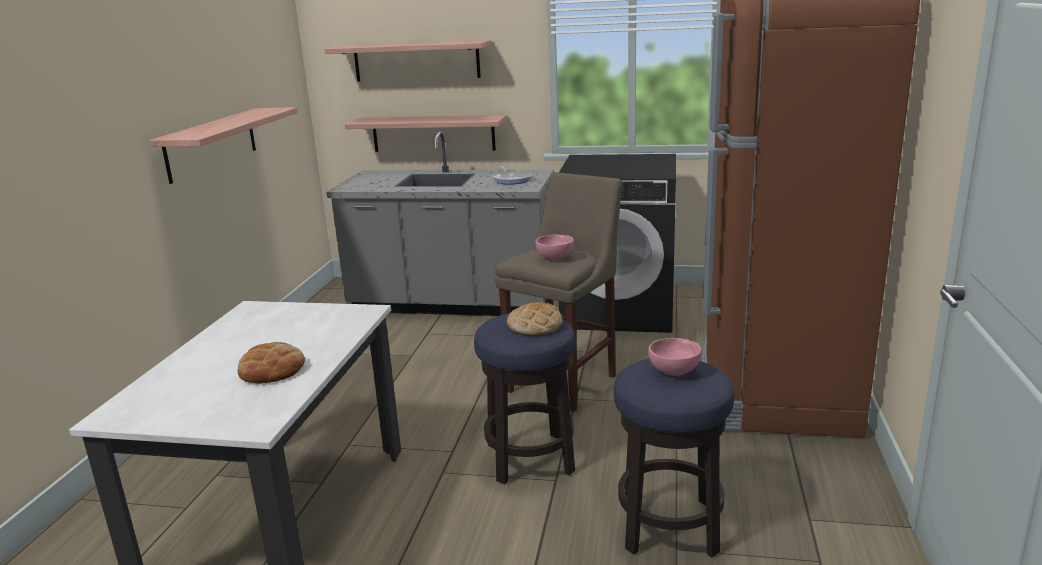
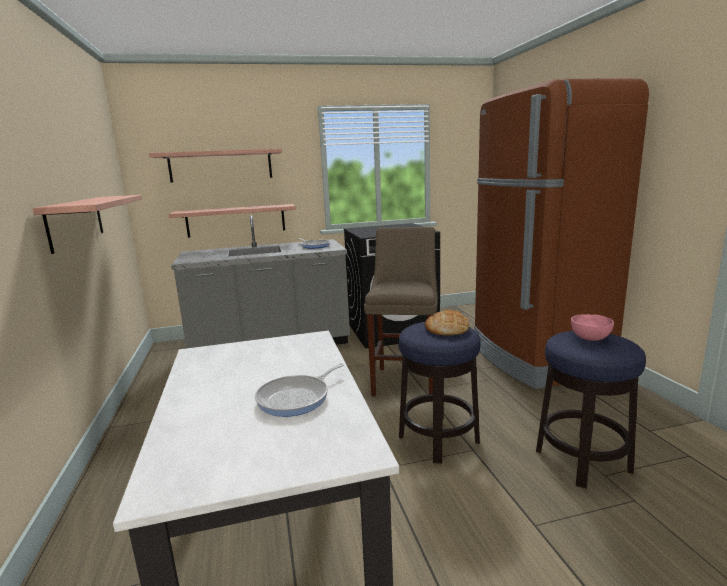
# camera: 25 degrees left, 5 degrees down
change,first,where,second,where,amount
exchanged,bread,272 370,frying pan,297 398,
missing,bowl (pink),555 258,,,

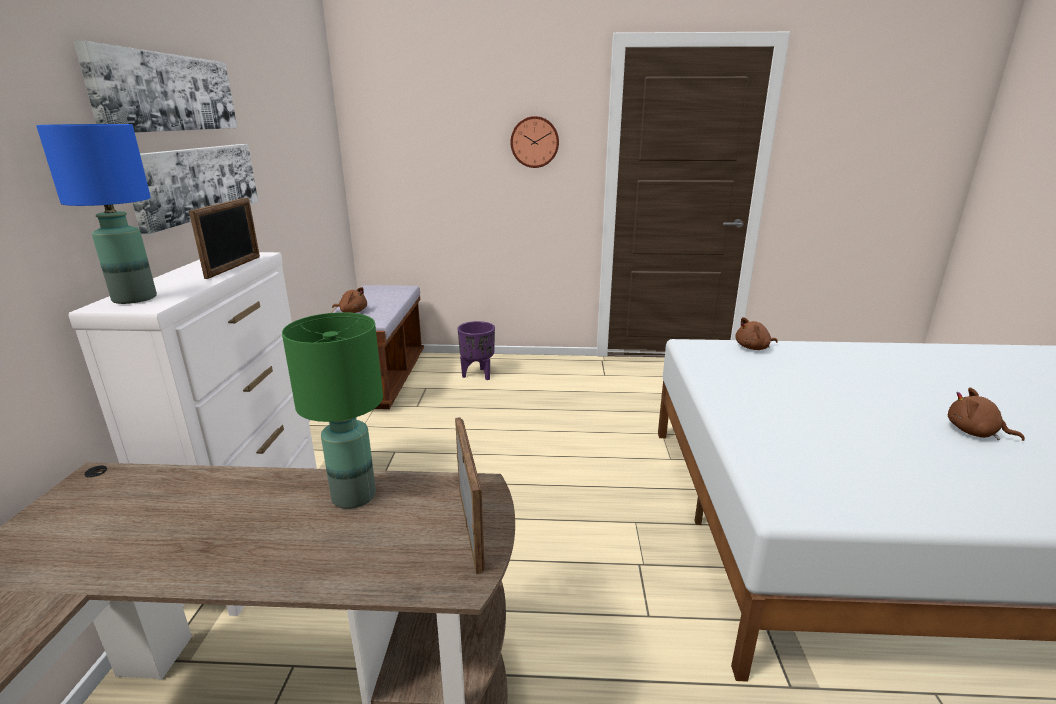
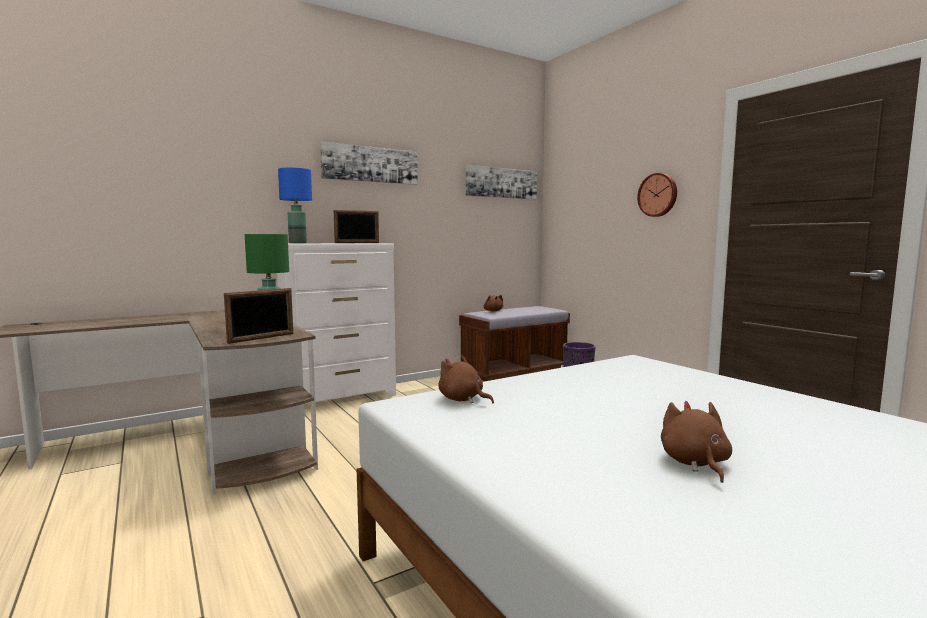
# camera: 55 degrees right, 15 degrees down
change,first,where,second,where,amount
relocated,plush toy (brown),753 348,,463 399,
relocated,picture,196 182,,501 183,

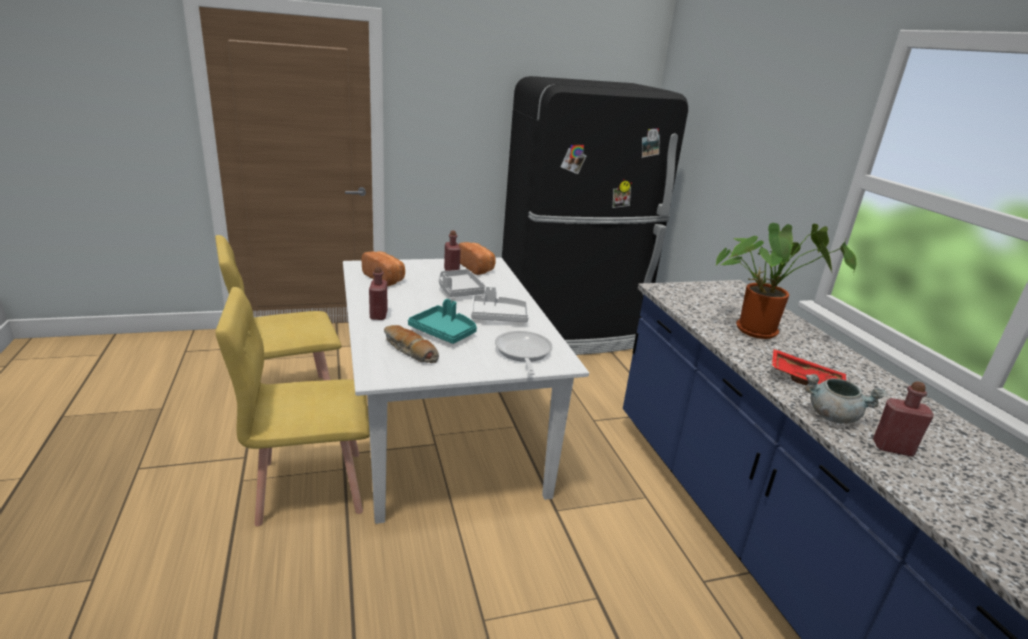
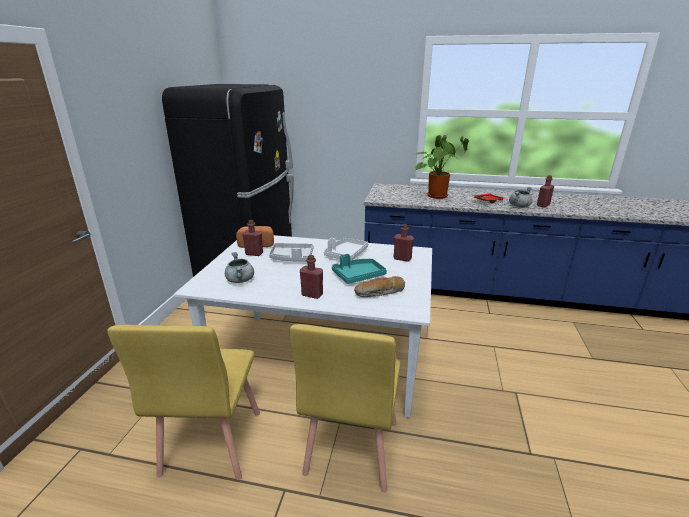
# camera: 60 degrees left, 0 degrees up
change,first,where,second,where,amount
exchanged,bread,385 278,cooking pot (grey),240 280,
exchanged,frying pan,523 353,bottle (red),402 258,

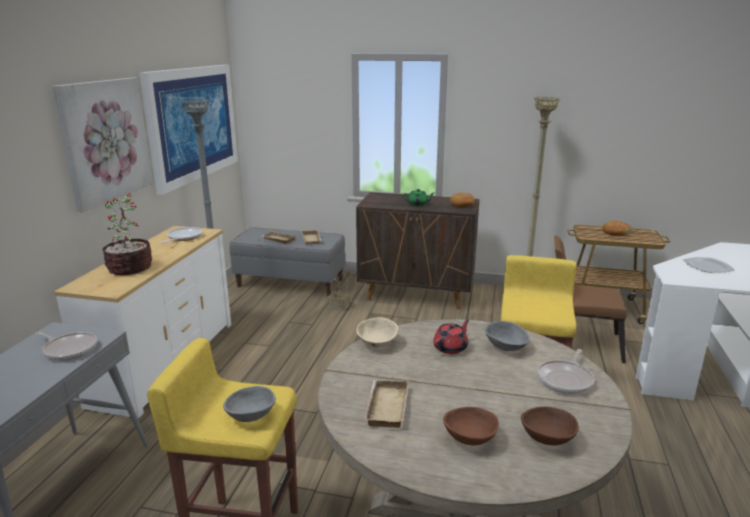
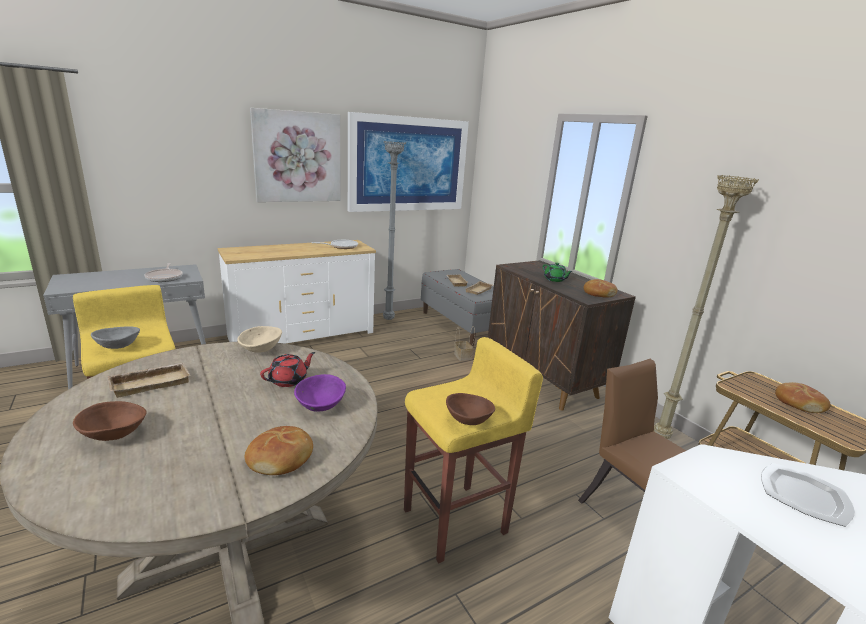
# camera: 45 degrees right, 0 degrees up
change,first,where,second,where,amount
exchanged,frying pan,565 379,bread,281 458,
spun,teapot (red),451 347,,289 380,45 degrees counterclockwise
colour,bowl (grey),506 347,bowl (purple),320 406,
relocated,bowl (brown),546 439,,468 421,
missing,potted plant,130 268,,,

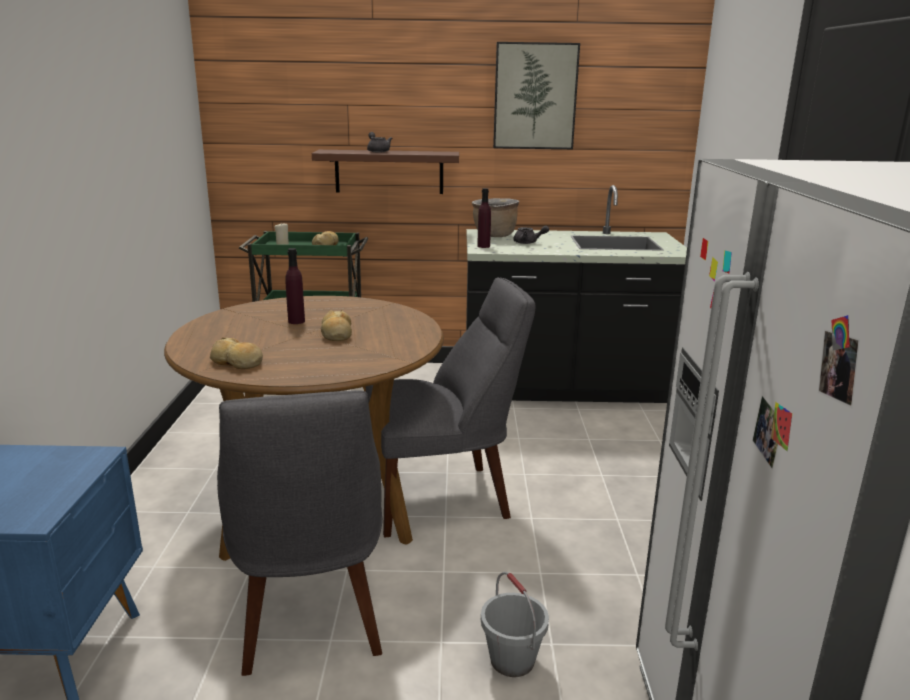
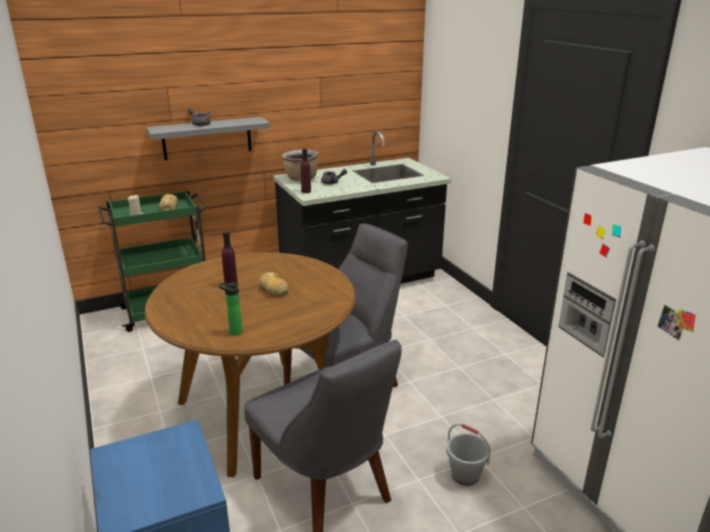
# camera: 25 degrees left, 5 degrees up
change,first,where,second,where,amount
colour,shelf (brown),389 172,shelf (grey),207 138,
exchanged,bread,237 362,bottle,233 332,
missing,picture,535 96,,,

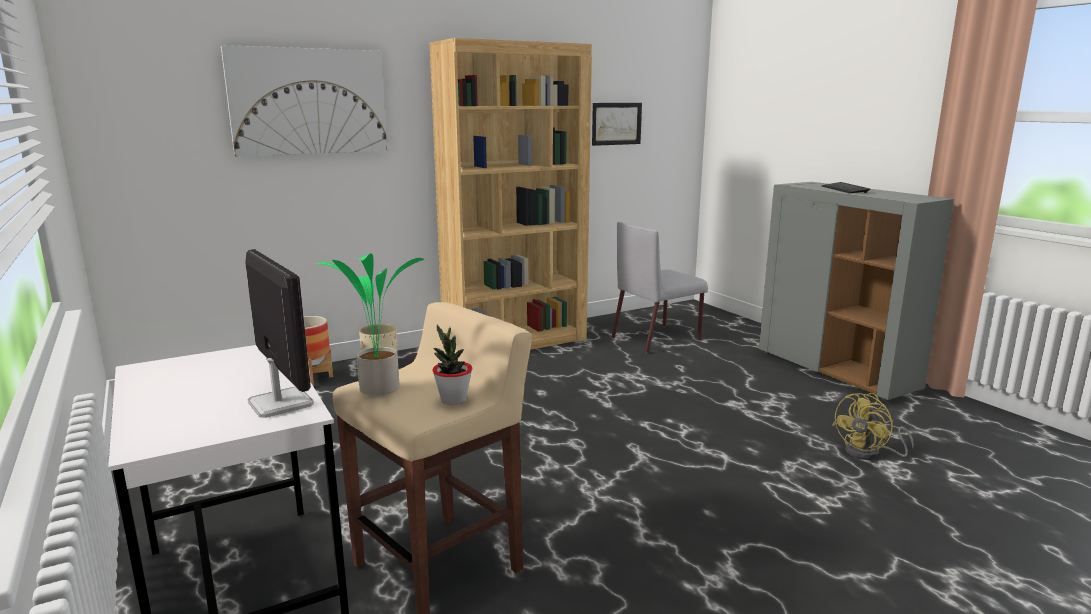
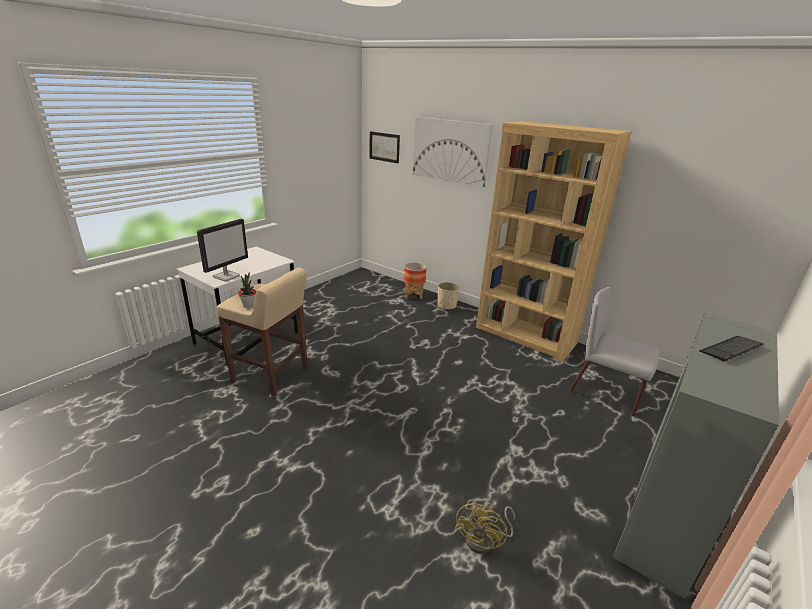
# camera: 65 degrees right, 10 degrees up
change,first,where,second,where,amount
relocated,picture,616 123,,384 147,
spun,fan (yellow),869 453,,485 540,90 degrees counterclockwise
missing,potted plant,376 390,,,

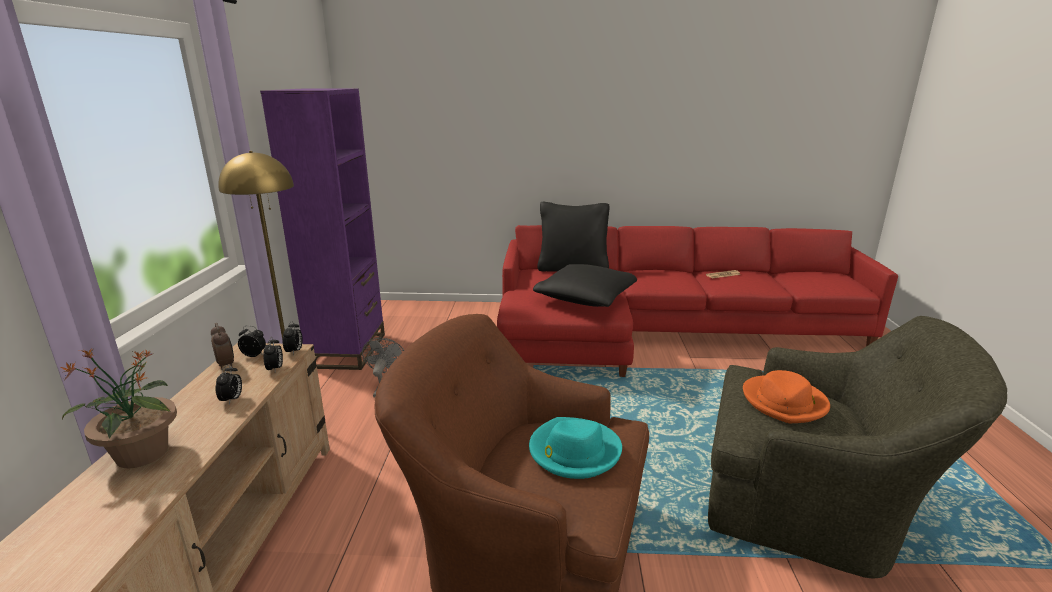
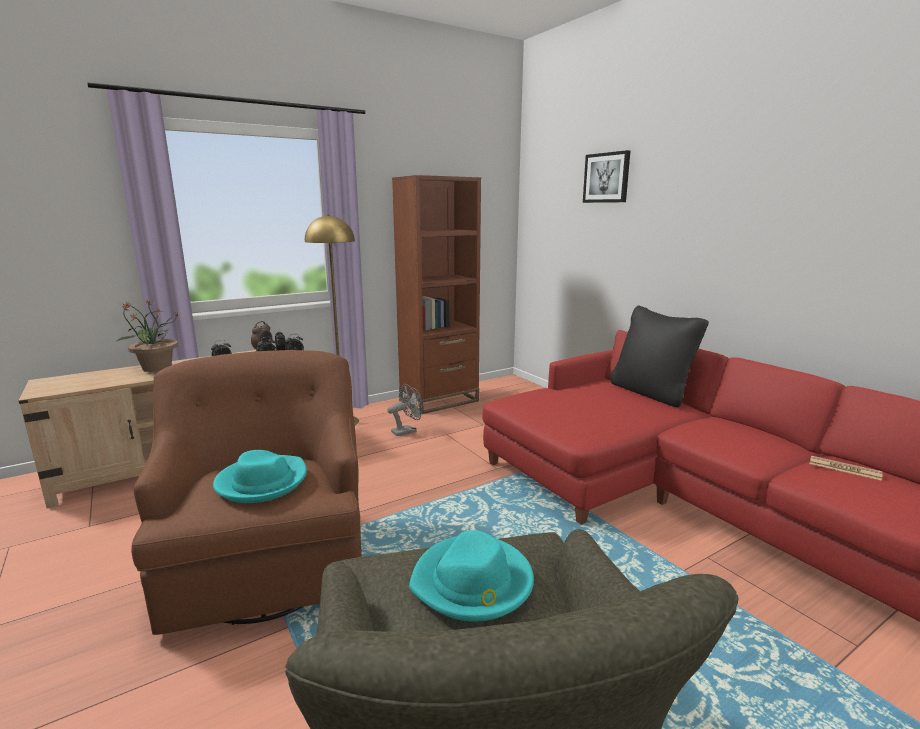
# camera: 55 degrees right, 5 degrees down
change,first,where,second,where,amount
colour,bookcase (purple),348 350,bookcase (brown),439 400,
colour,hat (orange),784 402,hat (turquoise),473 582,
appeared,,,picture,606 178,
missing,pillow (black),586 298,,,

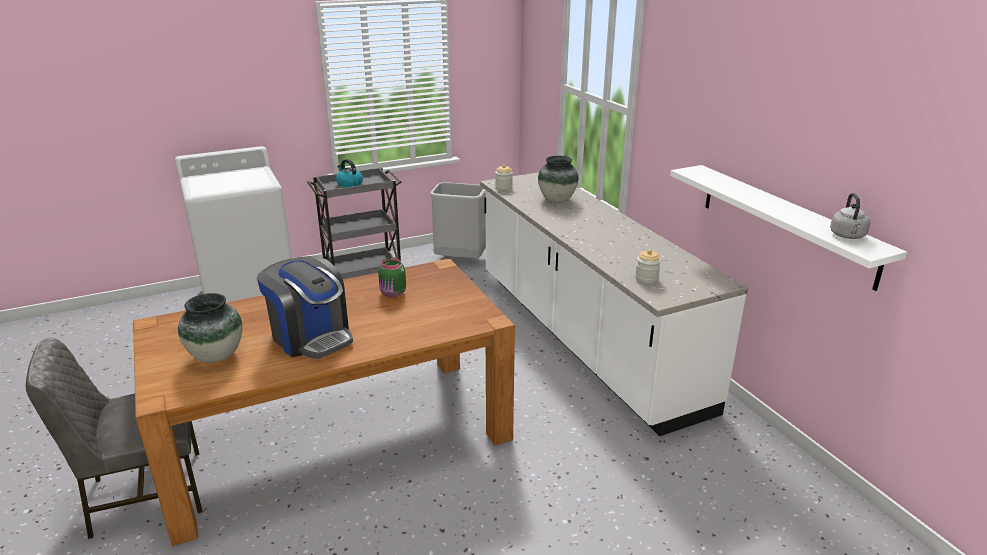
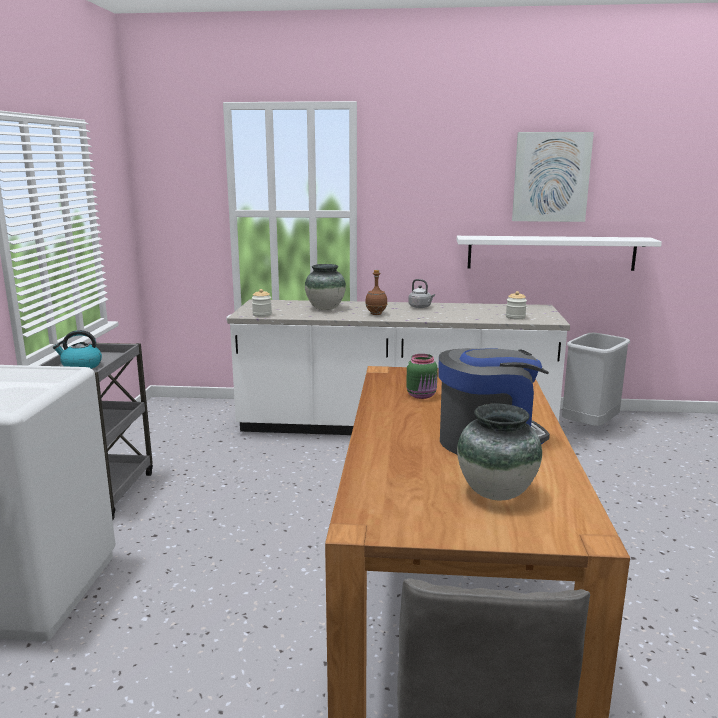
# camera: 60 degrees left, 10 degrees down
change,first,where,second,where,amount
appeared,,,bottle (brown),376 314,
relocated,kettle (grey),848 236,,421 307,
appeared,,,picture,551 177,
relocated,trash can (grey),460 259,,588 426,

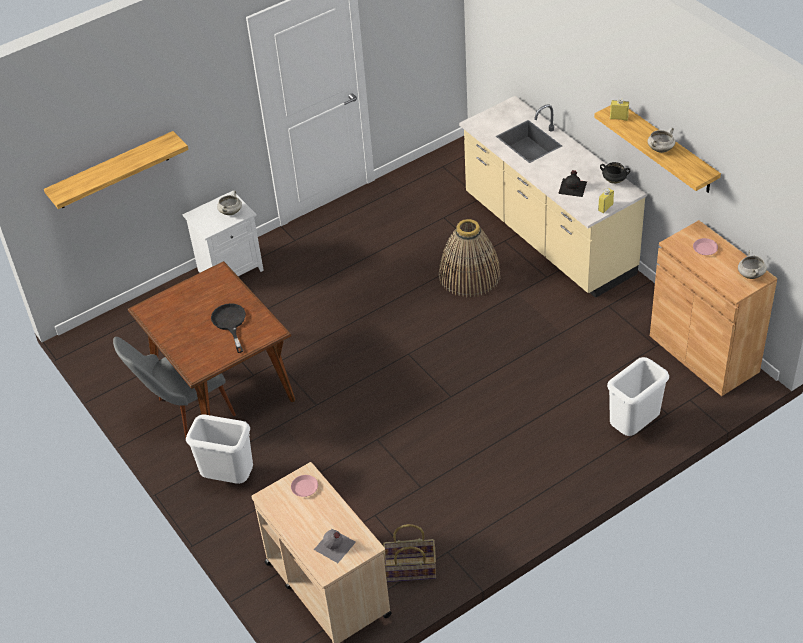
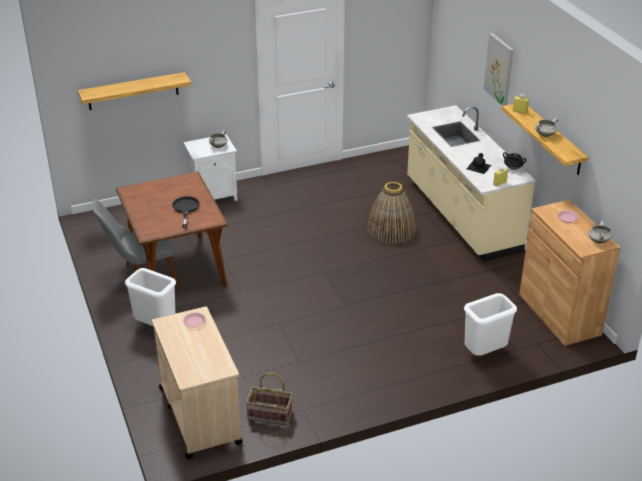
# camera: 10 degrees right, 10 degrees down
change,first,where,second,where,amount
appeared,,,picture,499 69,
missing,bottle (grey),335 546,,,

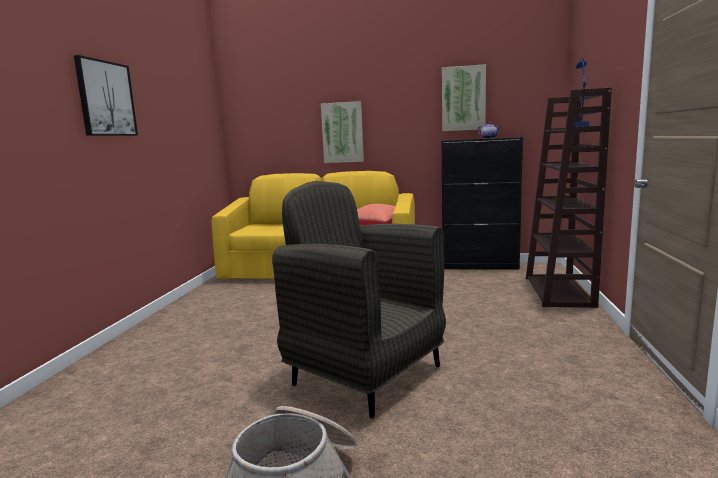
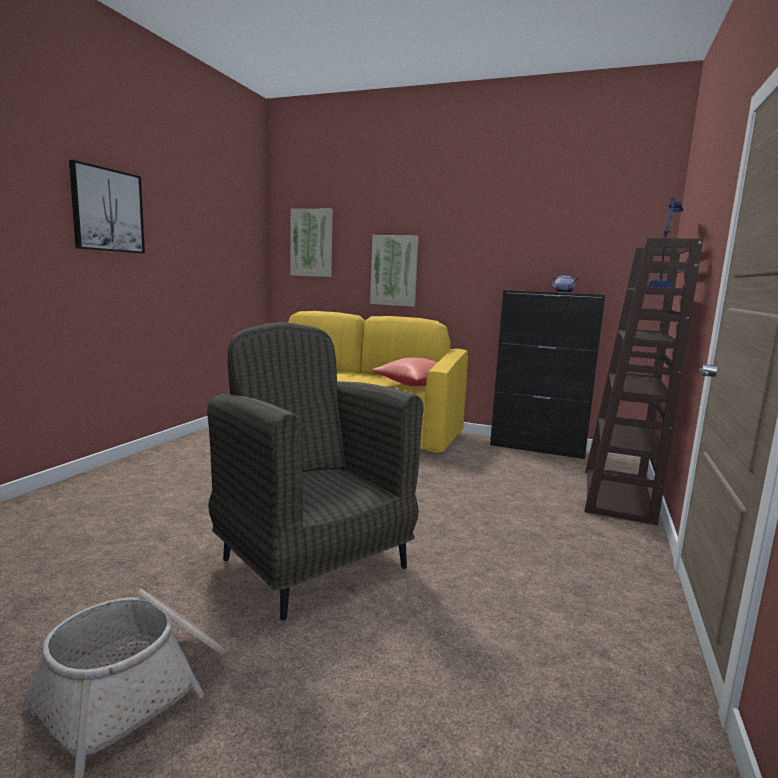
# camera: 10 degrees right, 0 degrees up
change,first,where,second,where,amount
relocated,picture,463 98,,312 243,

